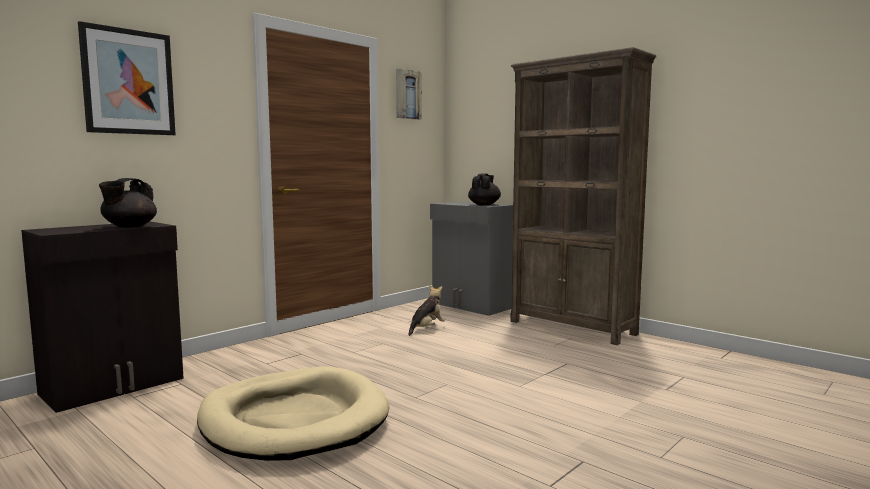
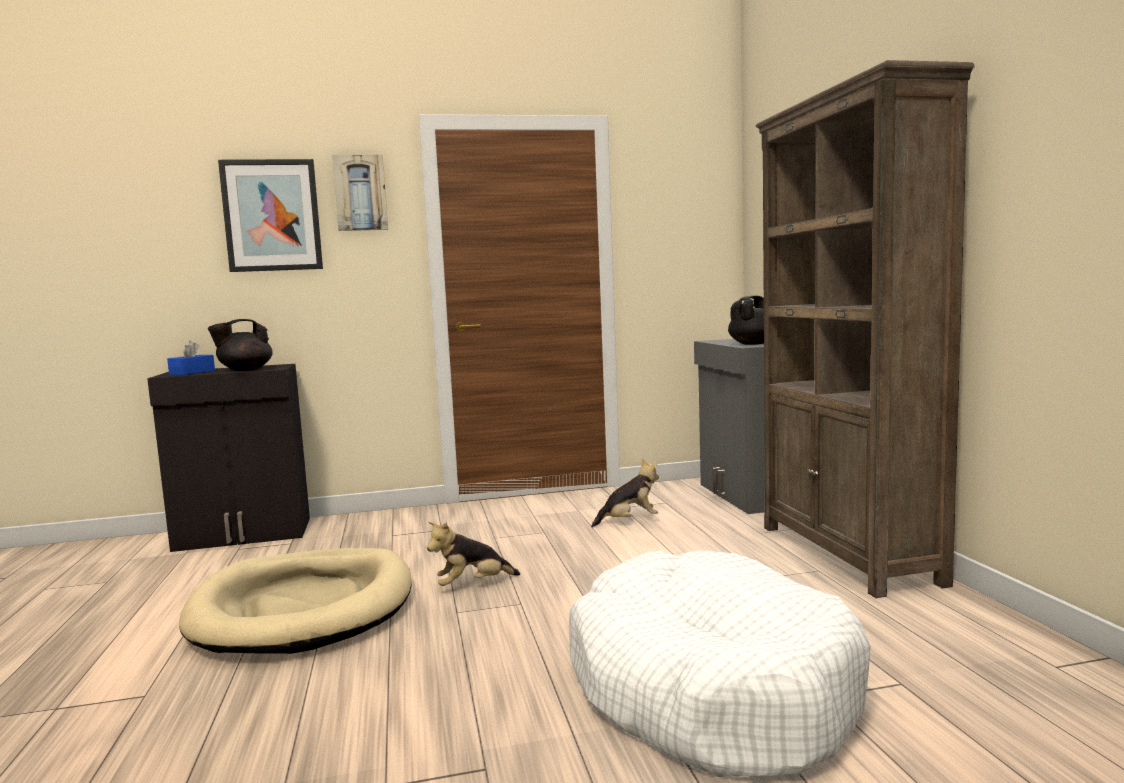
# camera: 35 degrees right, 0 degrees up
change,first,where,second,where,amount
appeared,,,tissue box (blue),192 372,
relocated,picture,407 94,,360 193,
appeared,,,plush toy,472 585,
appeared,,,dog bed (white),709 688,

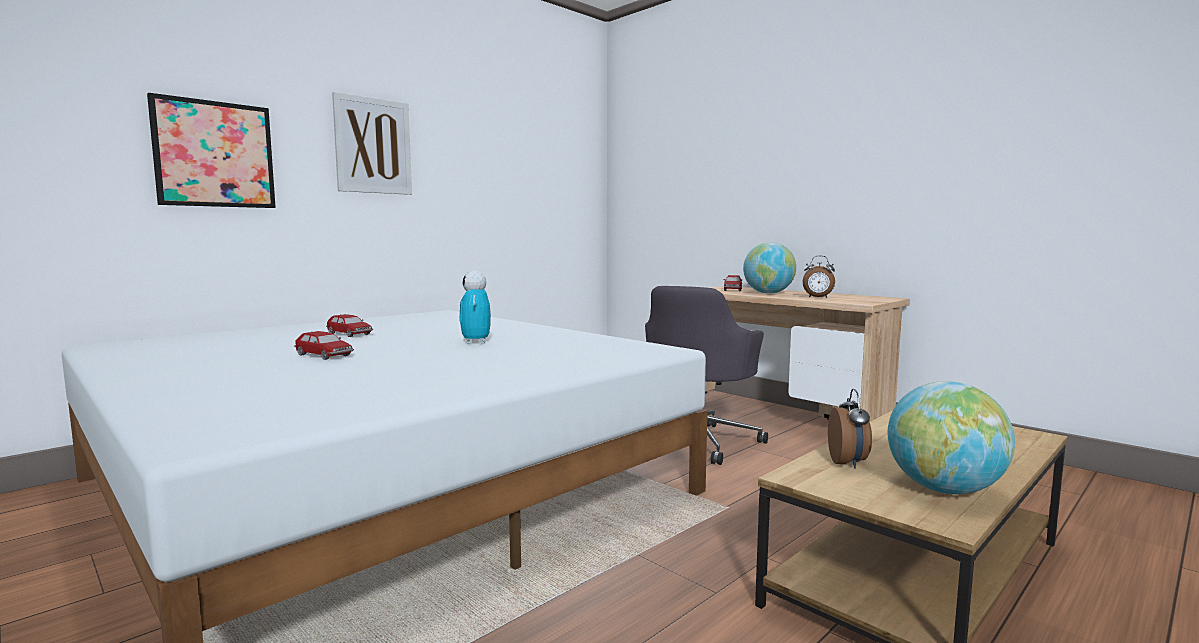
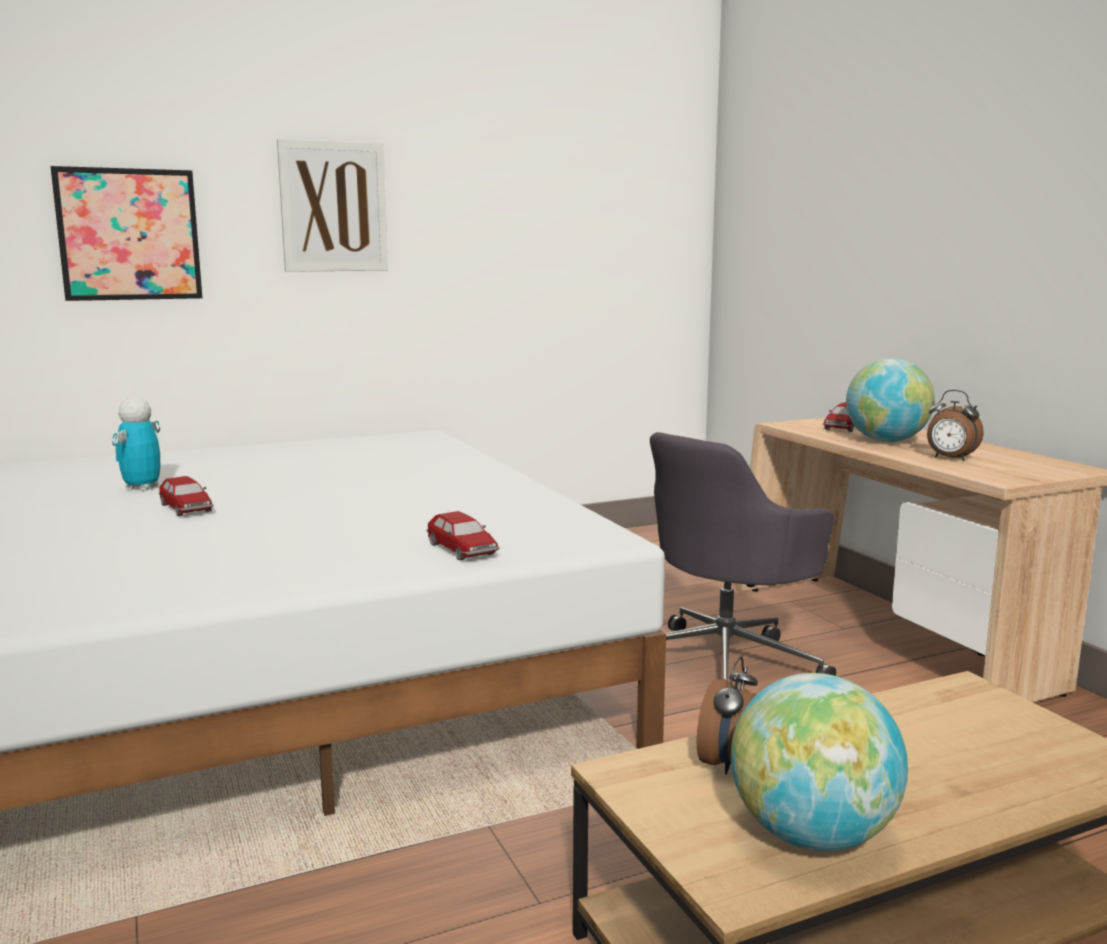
# camera: 20 degrees right, 5 degrees up
change,first,where,second,where,amount
relocated,toy robot,475 342,,142 488,
relocated,toy car,349 334,,462 550,

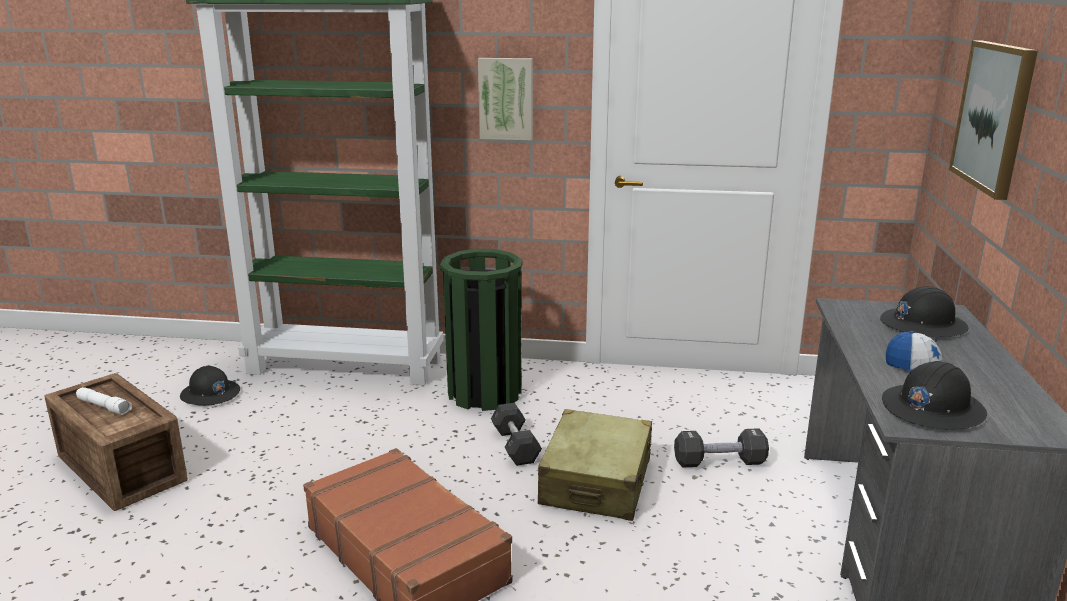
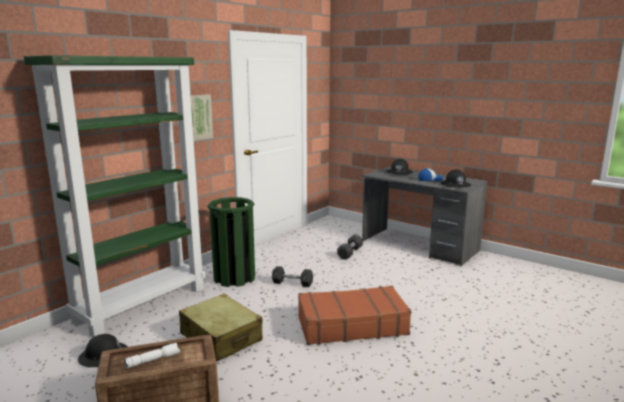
# camera: 60 degrees left, 5 degrees down
change,first,where,second,where,amount
relocated,suitcase (beige),596 482,,221 337,
missing,picture,994 116,,,

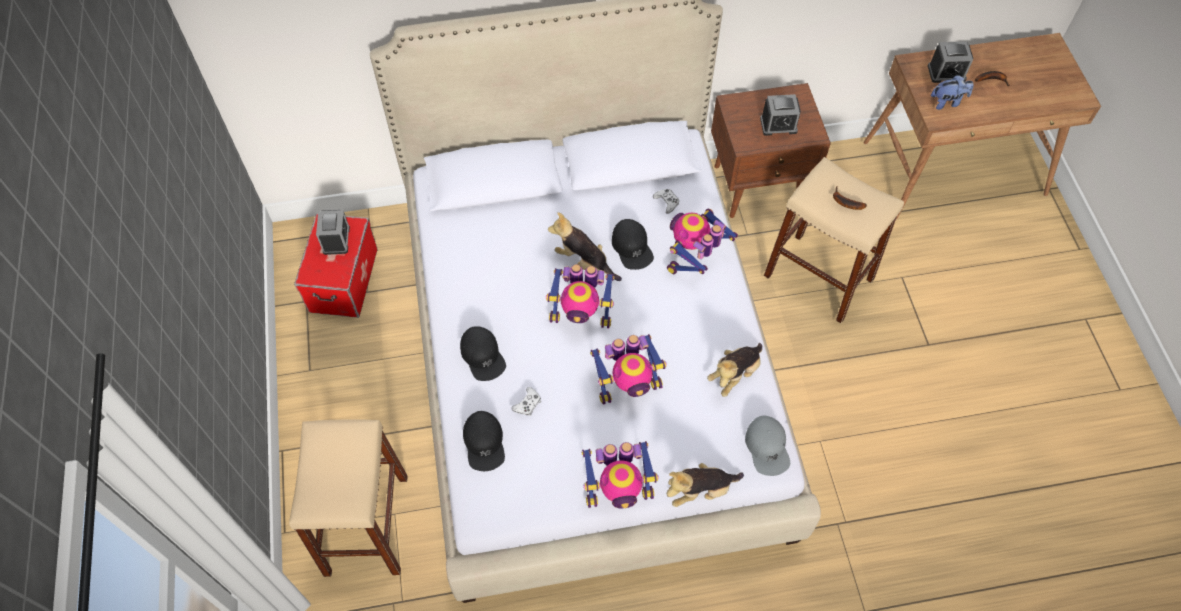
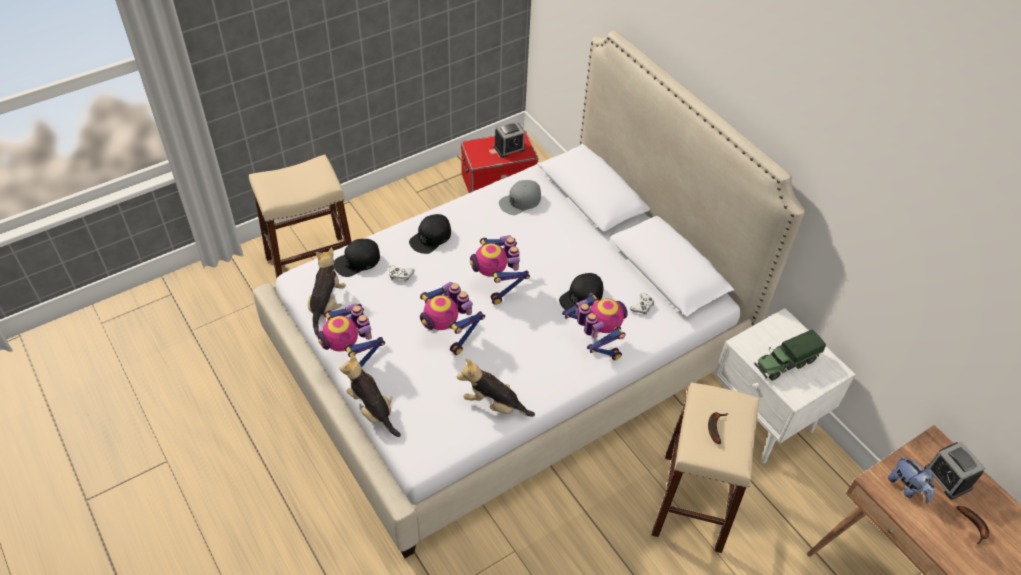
# camera: 65 degrees right, 10 degrees down
change,first,where,second,where,amount
relocated,plush toy,584 262,,327 305,
relocated,cap (grey),767 447,,520 201,
spun,toy robot,694 259,,595 342,45 degrees clockwise
colour,nightstand (brown),758 186,nightstand (white),763 421,
exchanged,alarm clock,778 125,toy truck,785 363,

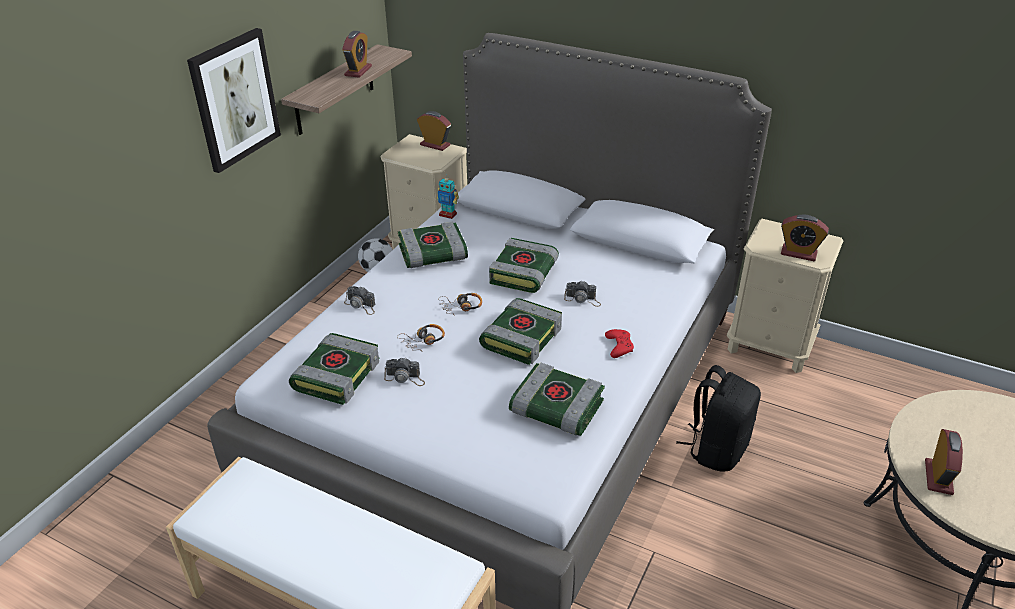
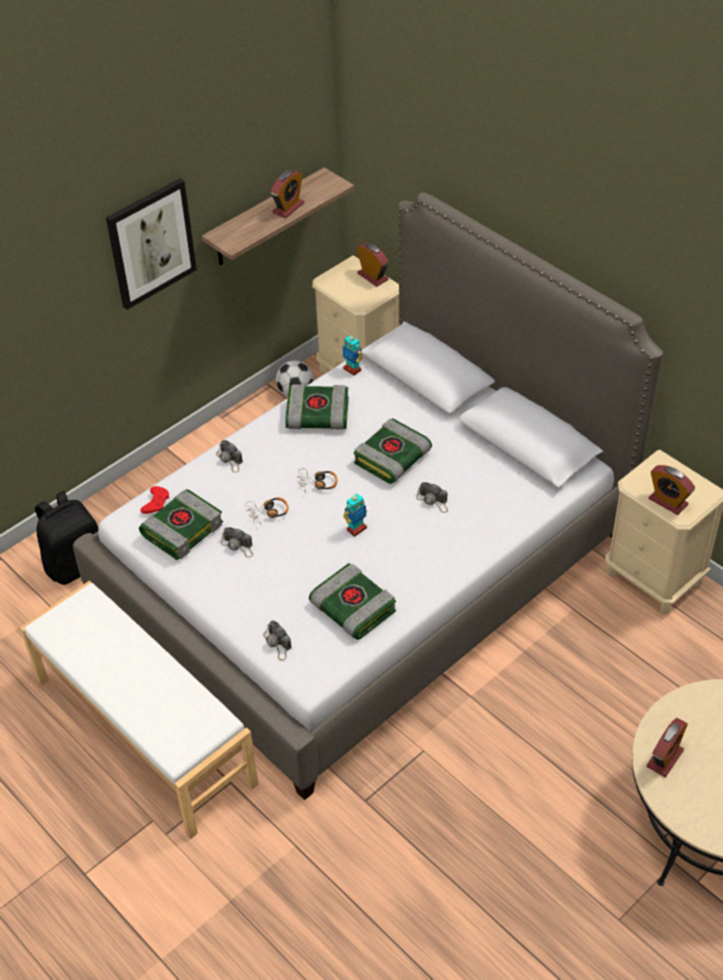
# camera: 20 degrees right, 10 degrees up
change,first,where,second,where,amount
relocated,backpack (black),716 449,,75 564,
relocated,game controller (red),619 346,,156 503,
appeared,,,photo camera,277 644,
exchanged,book,521 337,toy robot,356 529,

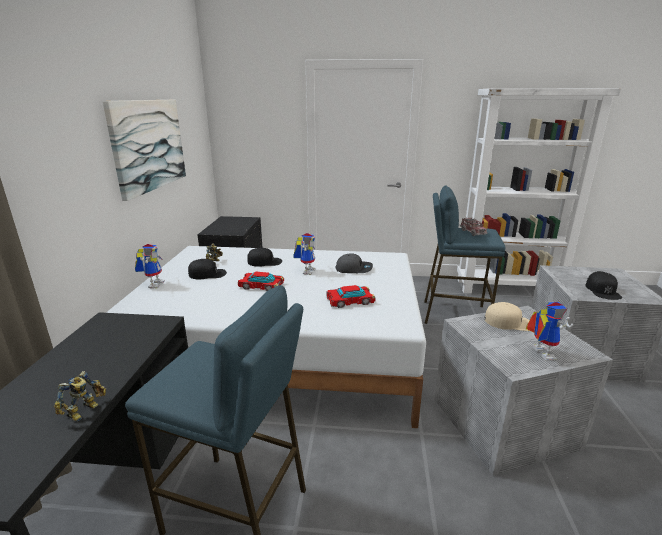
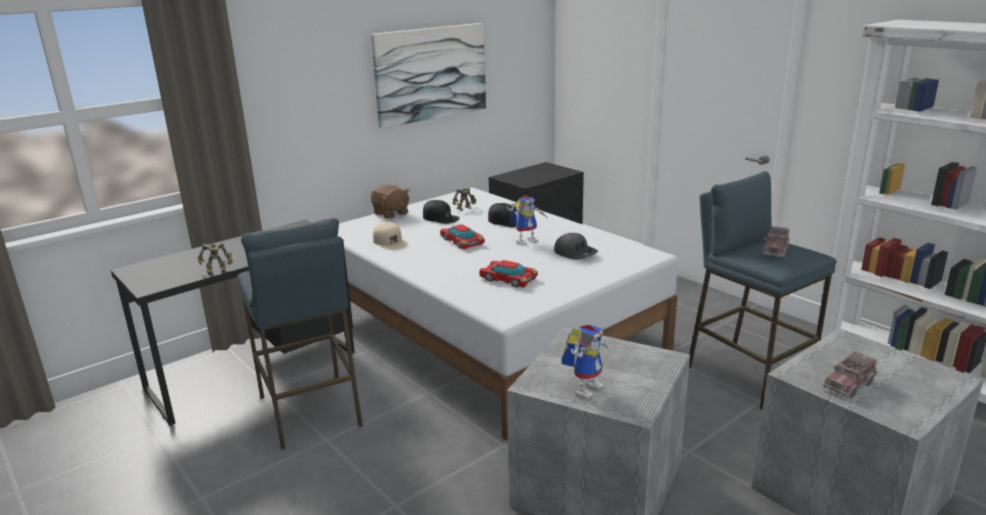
# camera: 45 degrees right, 0 degrees up
change,first,where,second,where,amount
exchanged,toy robot,154 283,plush toy (brown),391 214,
relocated,cap (beige),508 322,,390 242,
exchanged,cap (black),603 290,toy truck,849 384,

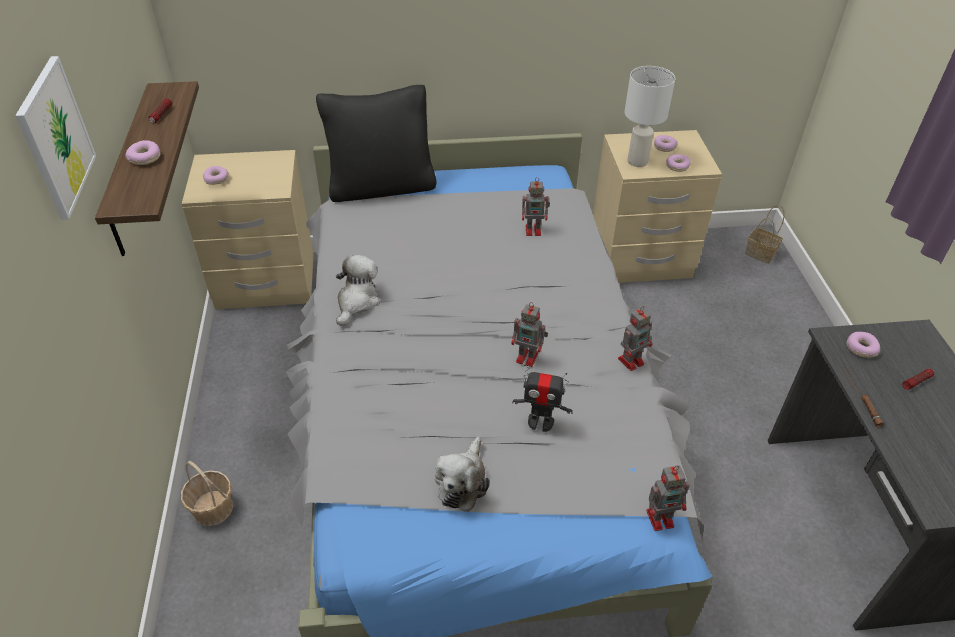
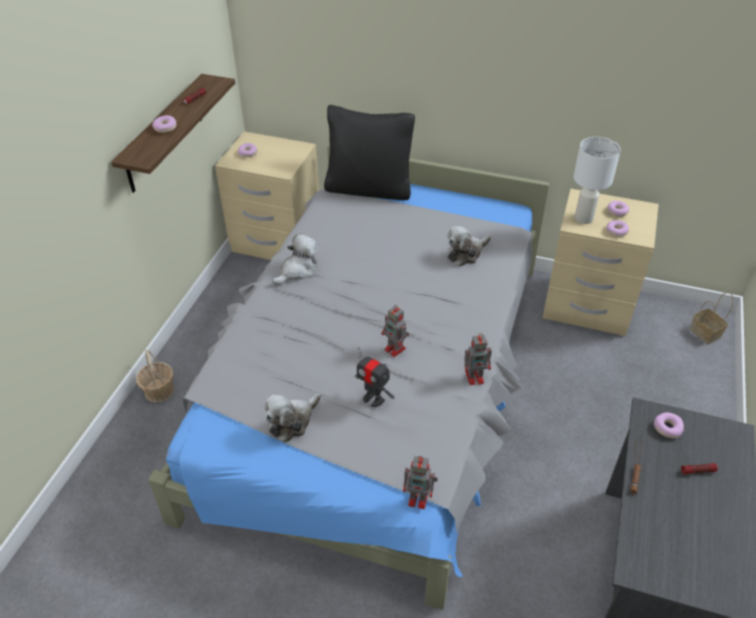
# camera: 25 degrees right, 0 degrees up
change,first,where,second,where,amount
exchanged,toy robot,534 230,plush toy,466 253,
missing,picture,56 138,,,

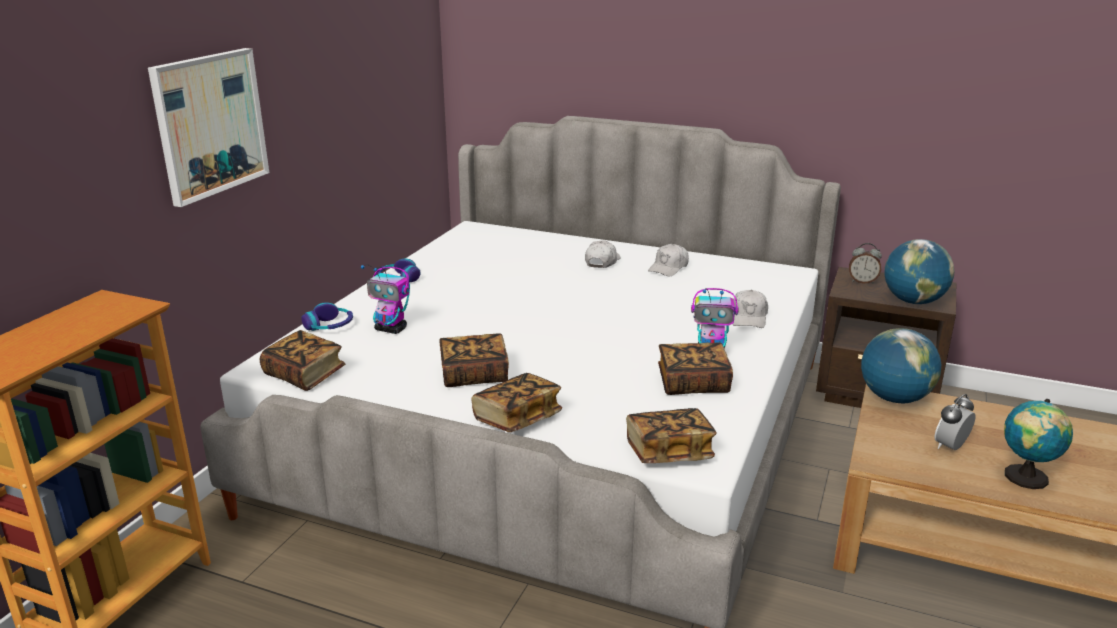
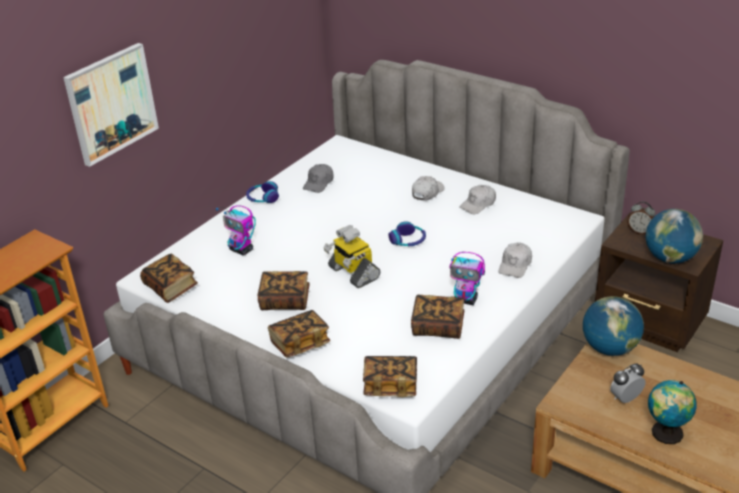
# camera: 15 degrees right, 10 degrees up
change,first,where,second,where,amount
appeared,,,cap (grey),319 183,
appeared,,,toy robot,353 273,
relocated,headphones,329 326,,408 241,

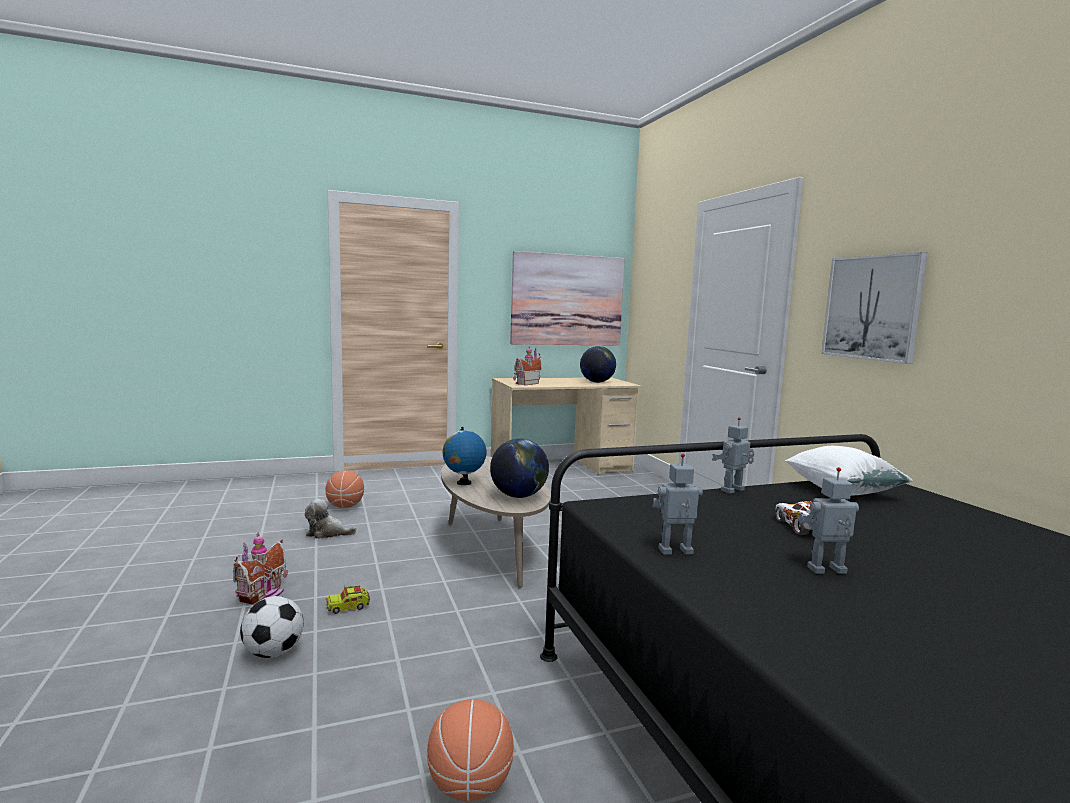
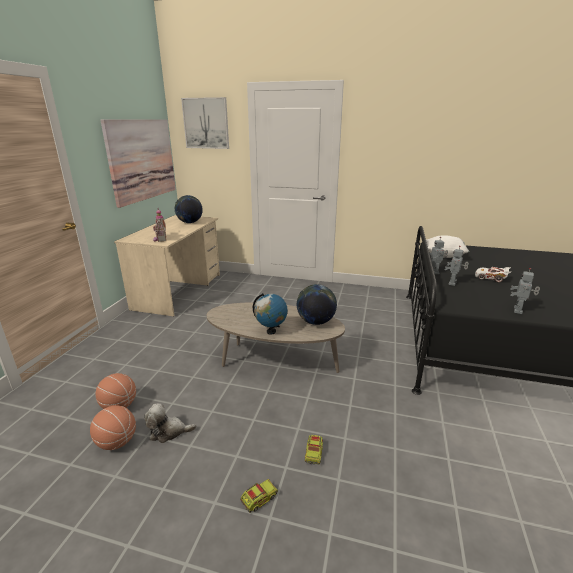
# camera: 55 degrees left, 15 degrees up
change,first,where,second,where,amount
relocated,basketball,470 785,,117 442,
spun,plush toy,327 533,,168 431,45 degrees clockwise
relocated,picture,872 307,,206 123,
exchanged,toy house,264 595,toy truck,259 499,
relocated,toy robot,827 571,,453 283,
missing,football,273 652,,,

